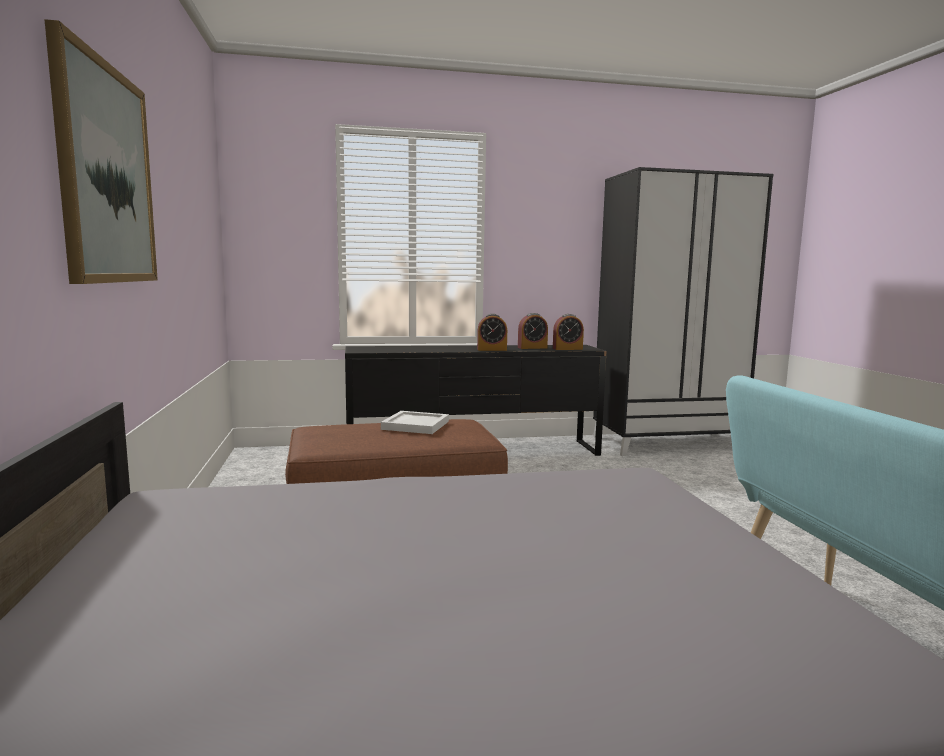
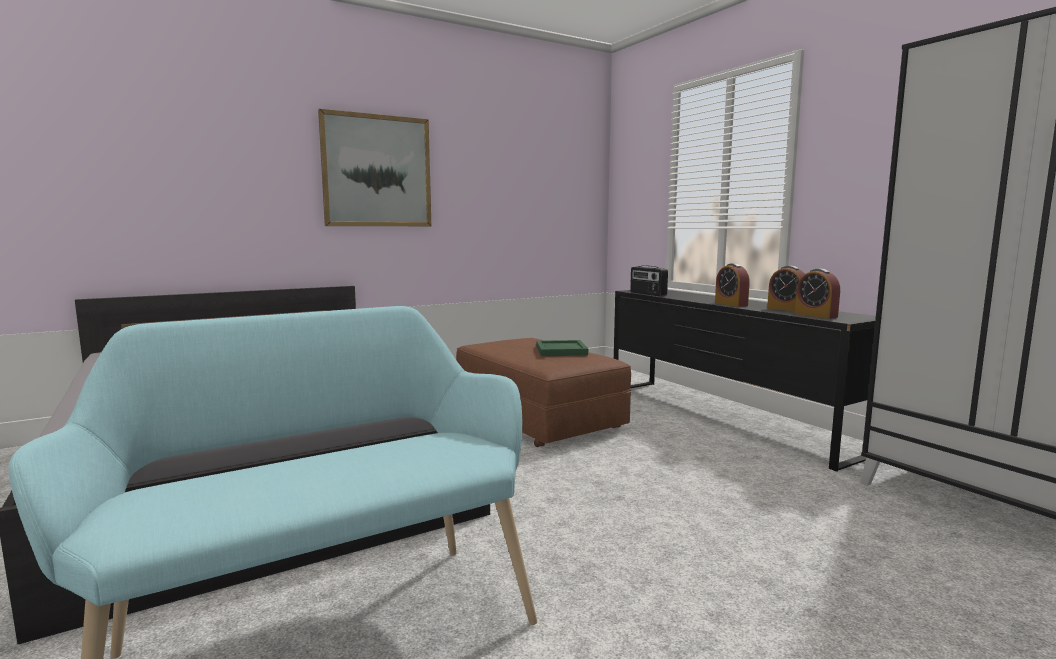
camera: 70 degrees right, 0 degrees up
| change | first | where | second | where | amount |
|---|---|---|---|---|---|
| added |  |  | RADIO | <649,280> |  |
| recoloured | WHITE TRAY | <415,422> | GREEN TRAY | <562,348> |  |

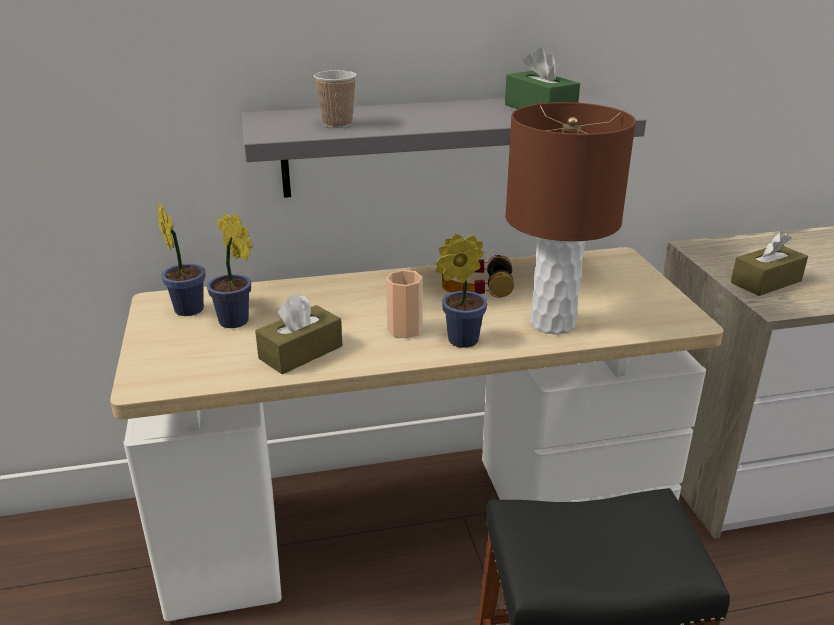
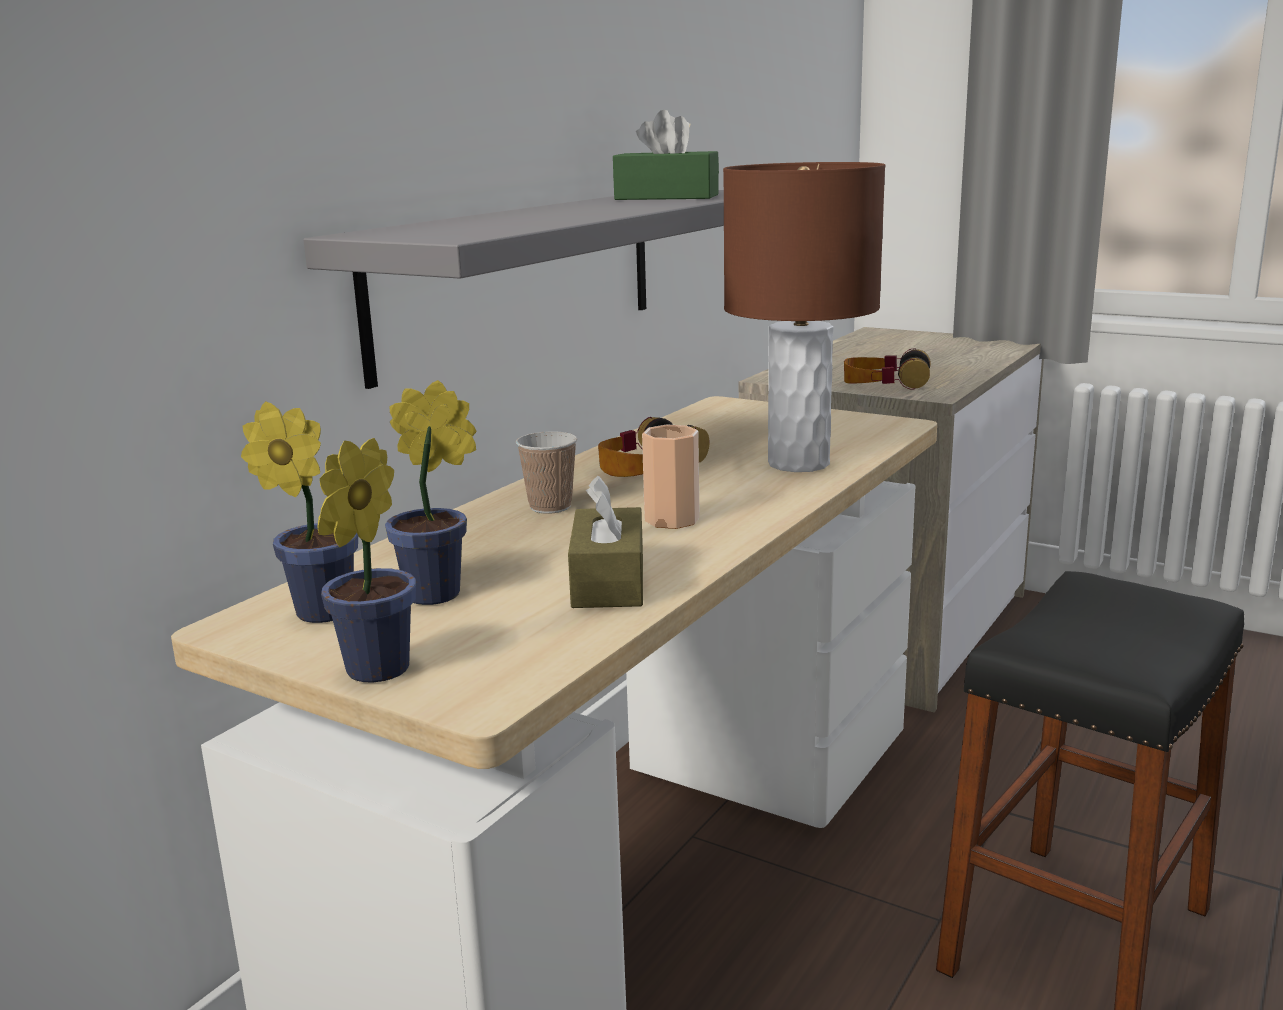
camera: 45 degrees left, 10 degrees down
| change | first | where | second | where | amount |
|---|---|---|---|---|---|
| moved | CUP | <335,99> |  | <547,472> |  |
| moved | POTTED PLANT | <462,291> |  | <366,560> |  |
| replaced | BROWN TISSUE BOX | <769,264> | HEADPHONES | <887,369> |  |

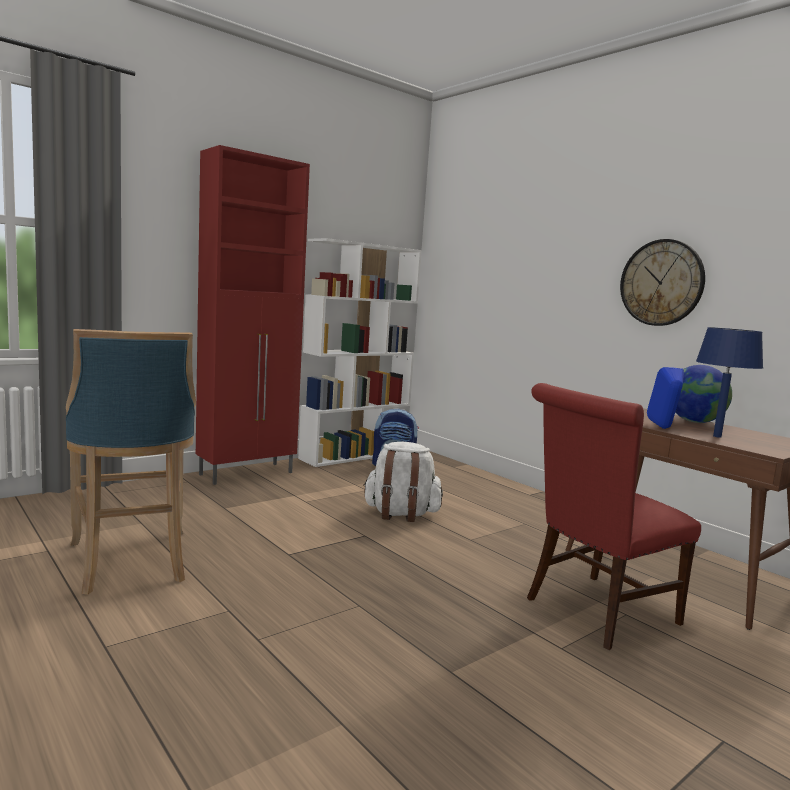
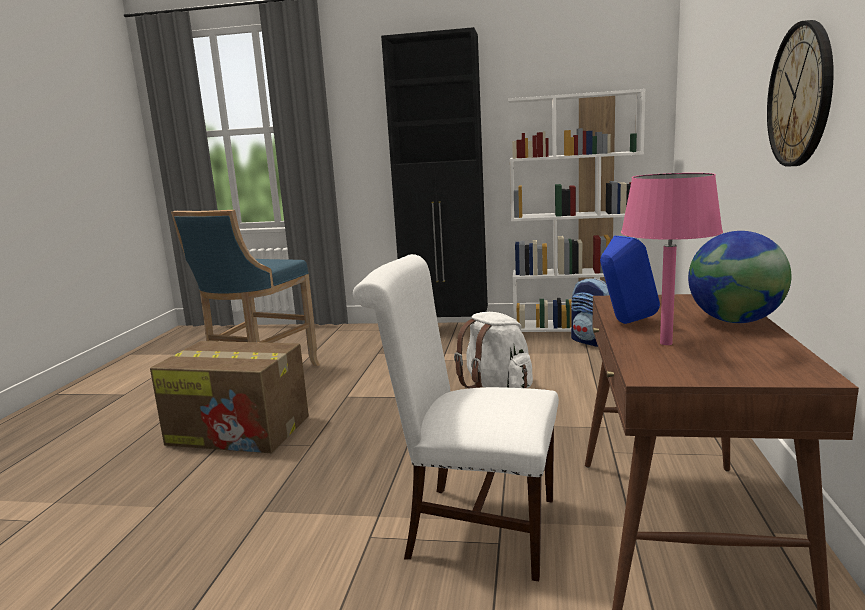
camera: 50 degrees right, 5 degrees up
| change | first | where | second | where | amount |
|---|---|---|---|---|---|
| added |  |  | CARDBOARD BOX | <229,397> |  |
| recoloured | RED CABINET | <253,315> | BLACK CABINET | <434,172> |  |
| recoloured | RED CHAIR | <614,516> | WHITE CHAIR | <456,417> |  |
| recoloured | BLUE TABLE LAMP | <729,382> | PINK TABLE LAMP | <672,259> |  |

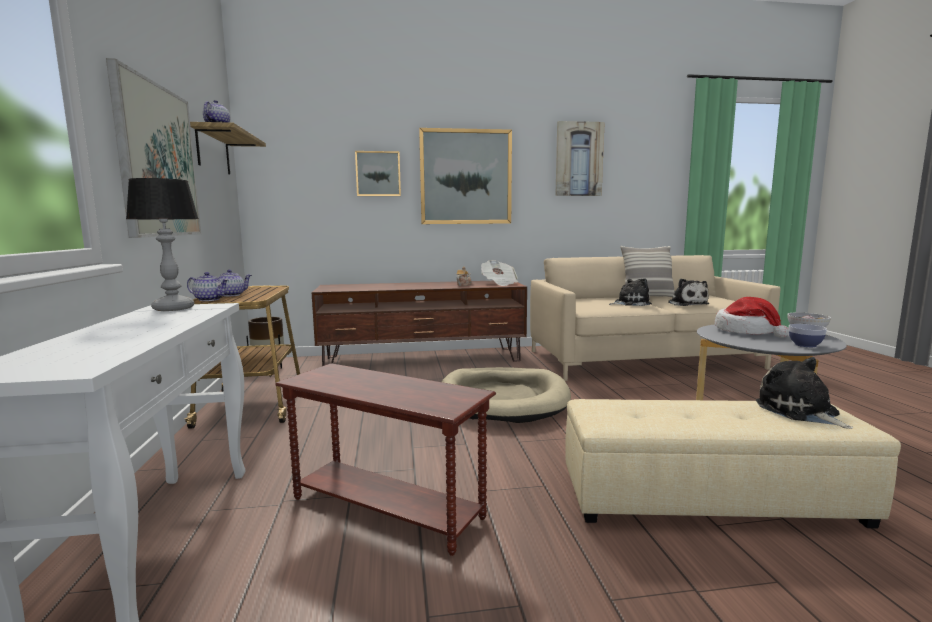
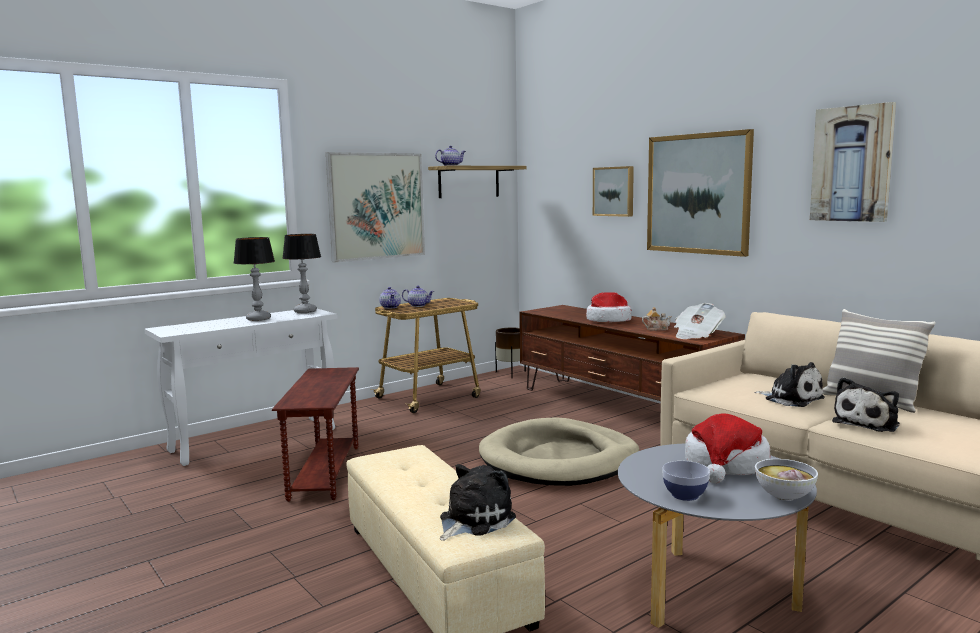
camera: 60 degrees right, 0 degrees up
| change | first | where | second | where | amount |
|---|---|---|---|---|---|
| added |  |  | TABLE LAMP | <254,279> |  |
| added |  |  | HAT | <609,307> |  |

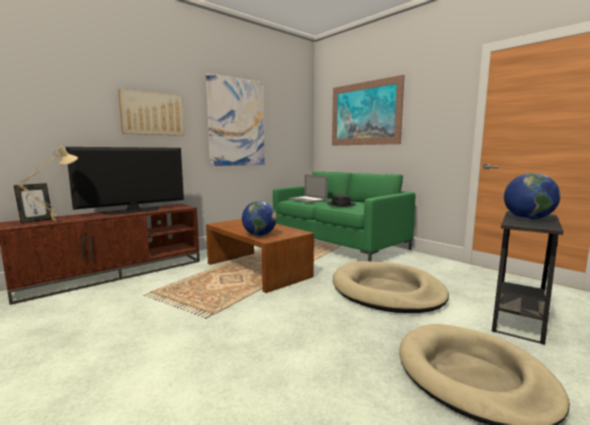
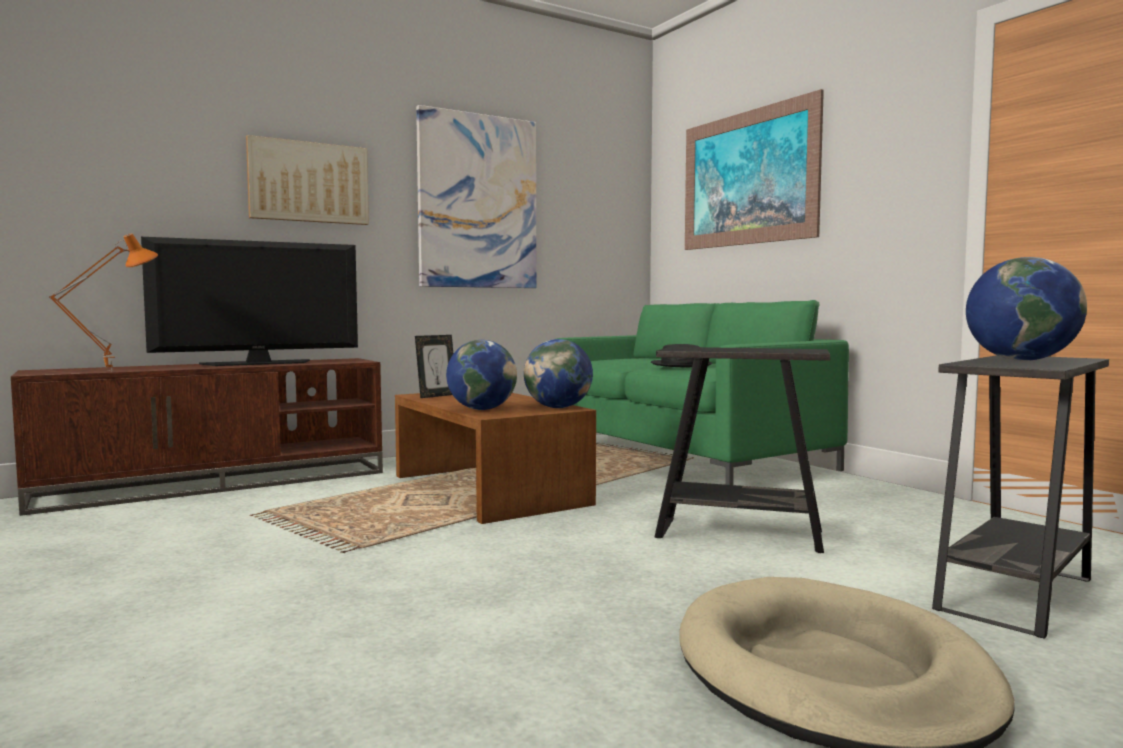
camera: 10 degrees right, 5 degrees down
| change | first | where | second | where | amount |
|---|---|---|---|---|---|
| removed | LAPTOP | <307,189> |  |  |  |
| added |  |  | GLOBE | <558,373> |  |
| moved | PICTURE FRAME | <32,203> |  | <434,366> |  |
| replaced | BEIGE DOG BED | <391,287> | BLACK SIDE TABLE | <742,450> |  |
| recoloured | BEIGE TABLE LAMP | <47,183> | ORANGE TABLE LAMP | <103,302> |  |

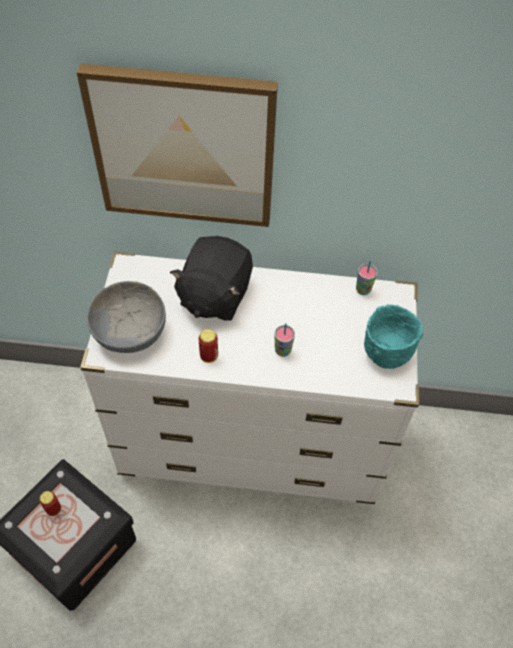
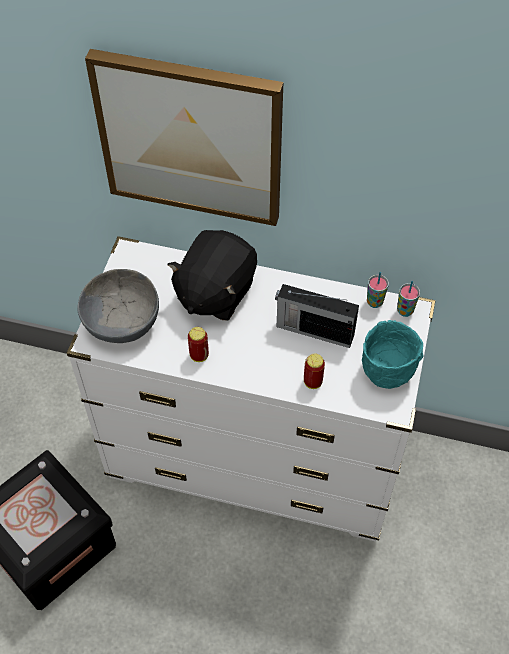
camera: 10 degrees right, 0 degrees up
| change | first | where | second | where | amount |
|---|---|---|---|---|---|
| added |  |  | RADIO | <317,316> |  |
| moved | CAN | <50,503> |  | <314,371> |  |
| moved | CUP | <284,340> |  | <408,299> |  |

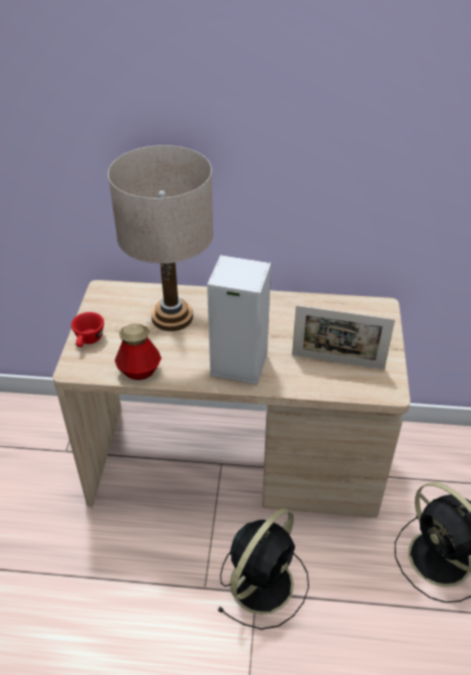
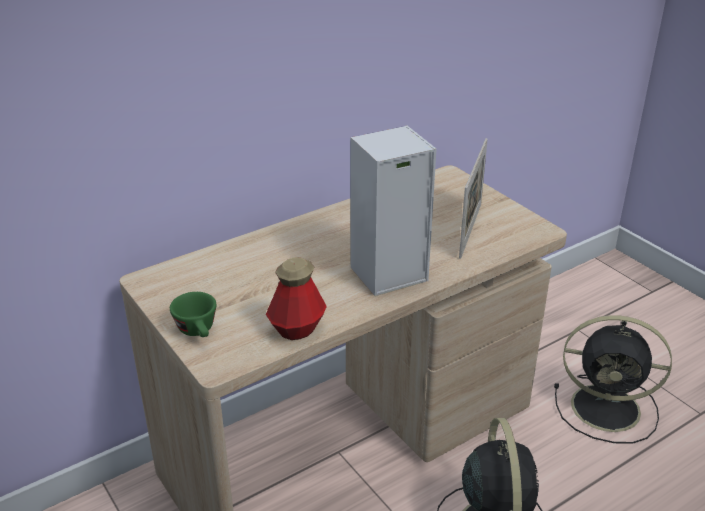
camera: 40 degrees left, 10 degrees down
| change | first | where | second | where | amount |
|---|---|---|---|---|---|
| removed | BEIGE TABLE LAMP | <161,238> |  |  |  |
| recoloured | RED CUP | <87,329> | GREEN CUP | <193,314> |  |
| turned | PICTURE FRAME | <343,337> |  | <473,198> | 45 degrees counterclockwise |

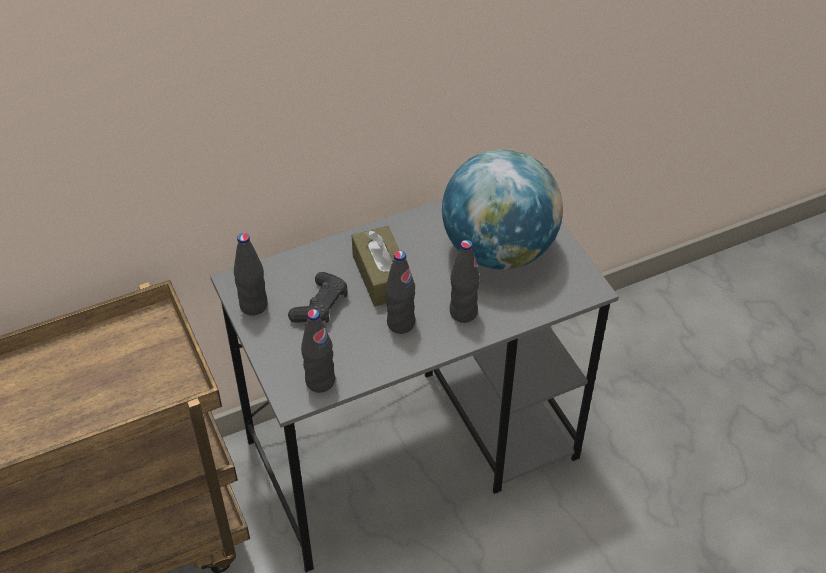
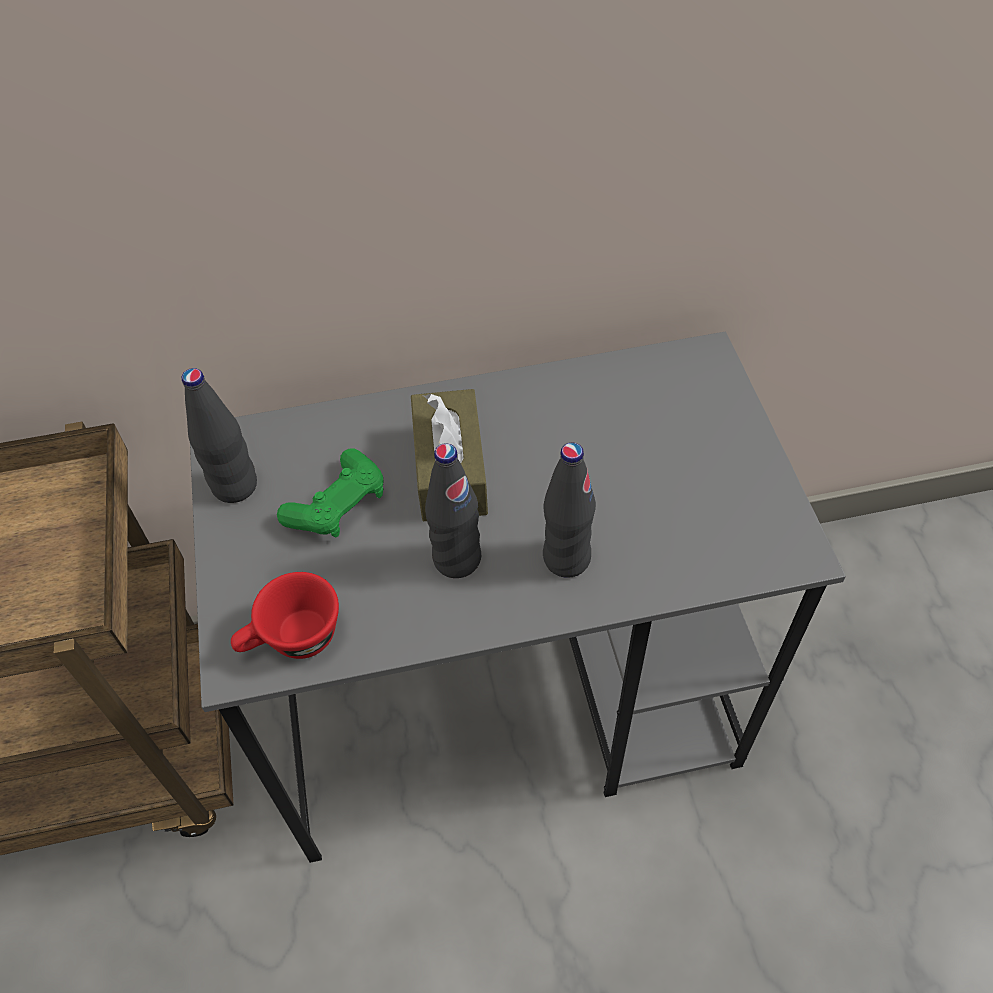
camera: 15 degrees right, 5 degrees up
| change | first | where | second | where | amount |
|---|---|---|---|---|---|
| removed | GLOBE | <502,209> |  |  |  |
| replaced | BLACK BOTTLE | <318,350> | RED CUP | <285,615> |  |
| recoloured | BLACK GAME CONTROLLER | <318,297> | GREEN GAME CONTROLLER | <330,493> |  |

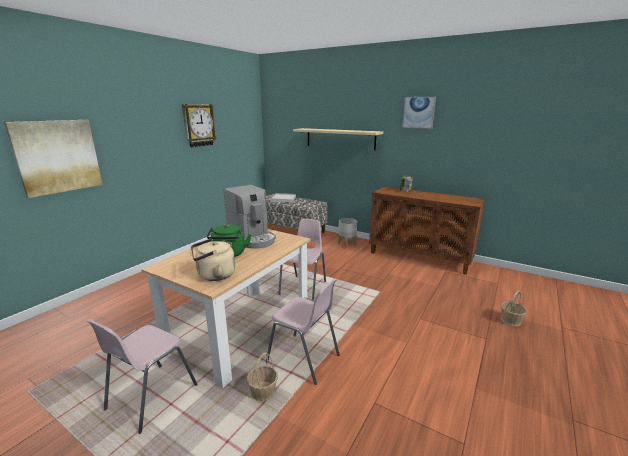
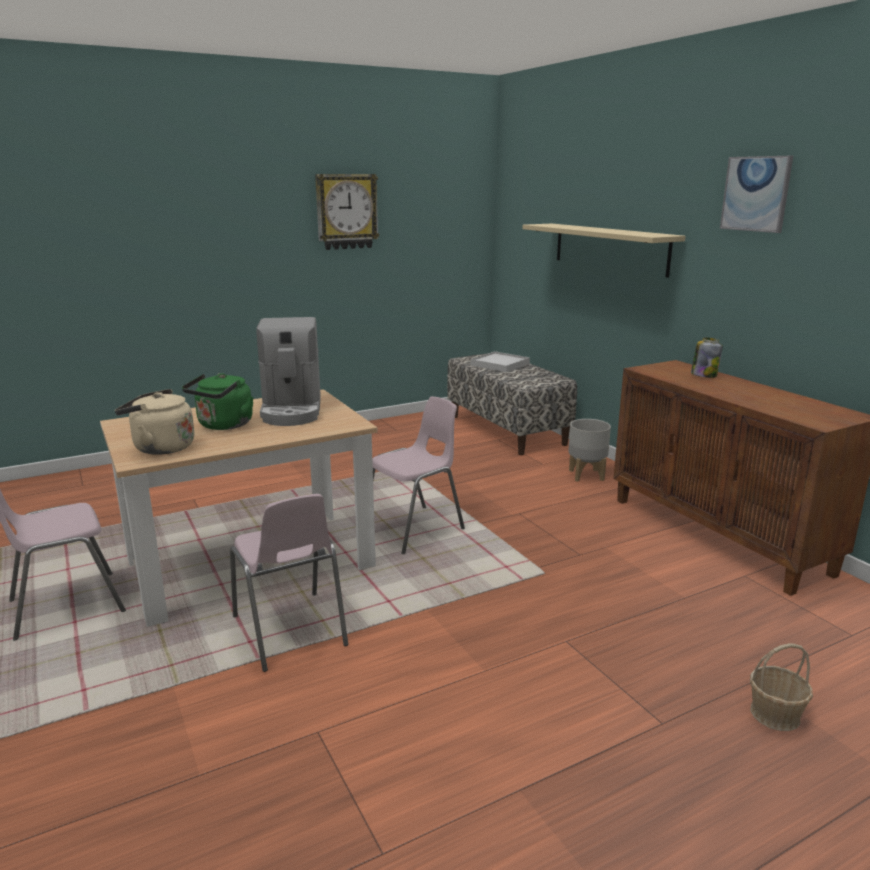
camera: 30 degrees right, 0 degrees up
| change | first | where | second | where | amount |
|---|---|---|---|---|---|
| removed | PICTURE | <53,159> |  |  |  |
| removed | BASKET | <262,376> |  |  |  |

